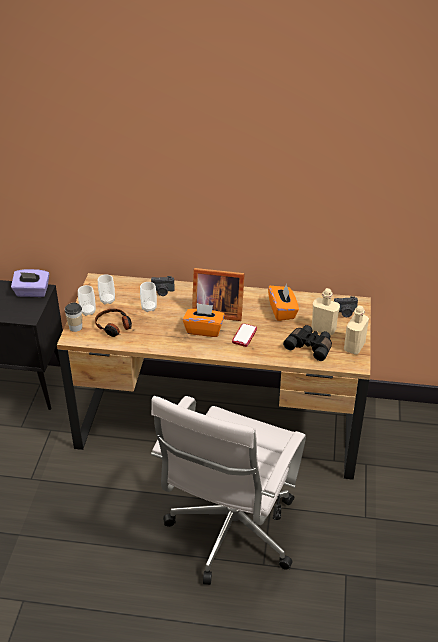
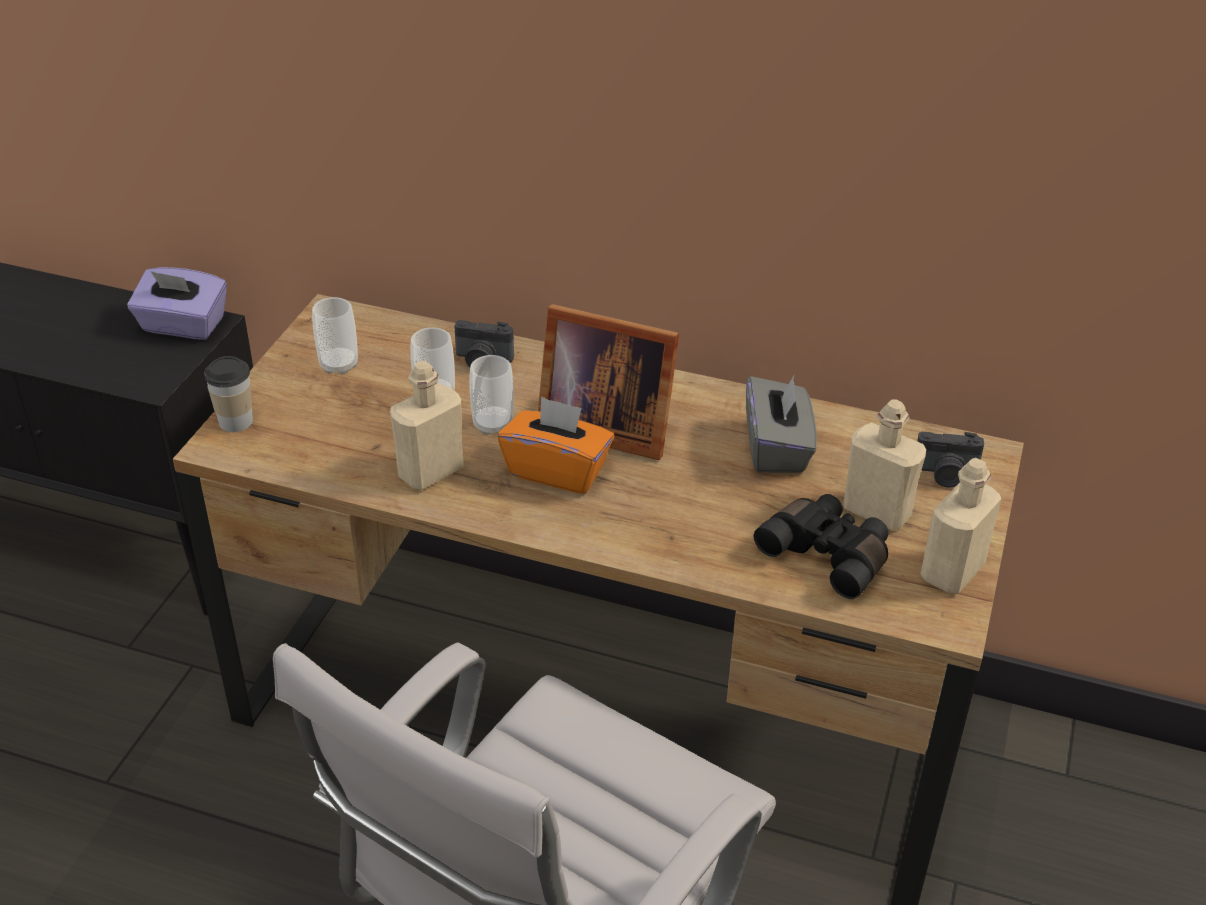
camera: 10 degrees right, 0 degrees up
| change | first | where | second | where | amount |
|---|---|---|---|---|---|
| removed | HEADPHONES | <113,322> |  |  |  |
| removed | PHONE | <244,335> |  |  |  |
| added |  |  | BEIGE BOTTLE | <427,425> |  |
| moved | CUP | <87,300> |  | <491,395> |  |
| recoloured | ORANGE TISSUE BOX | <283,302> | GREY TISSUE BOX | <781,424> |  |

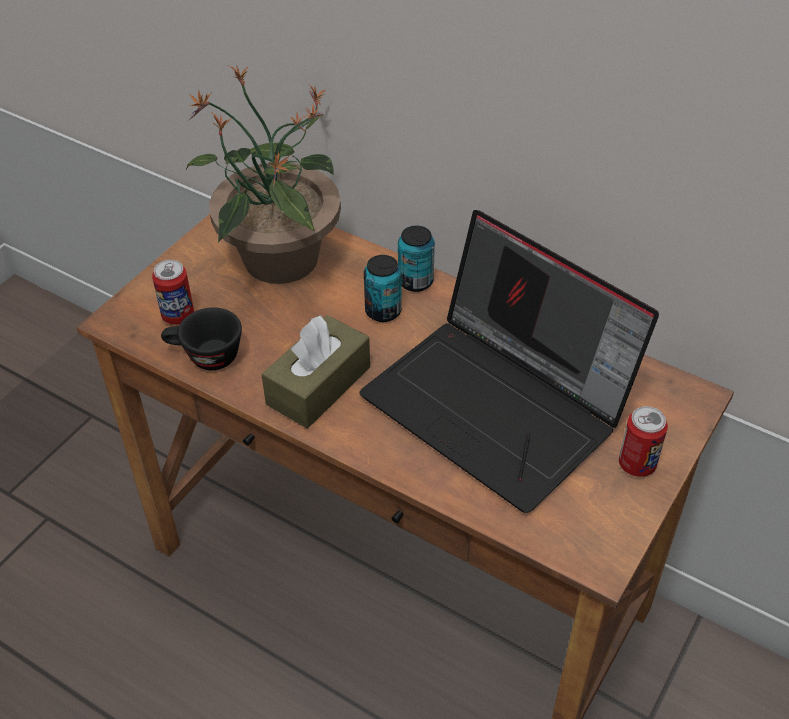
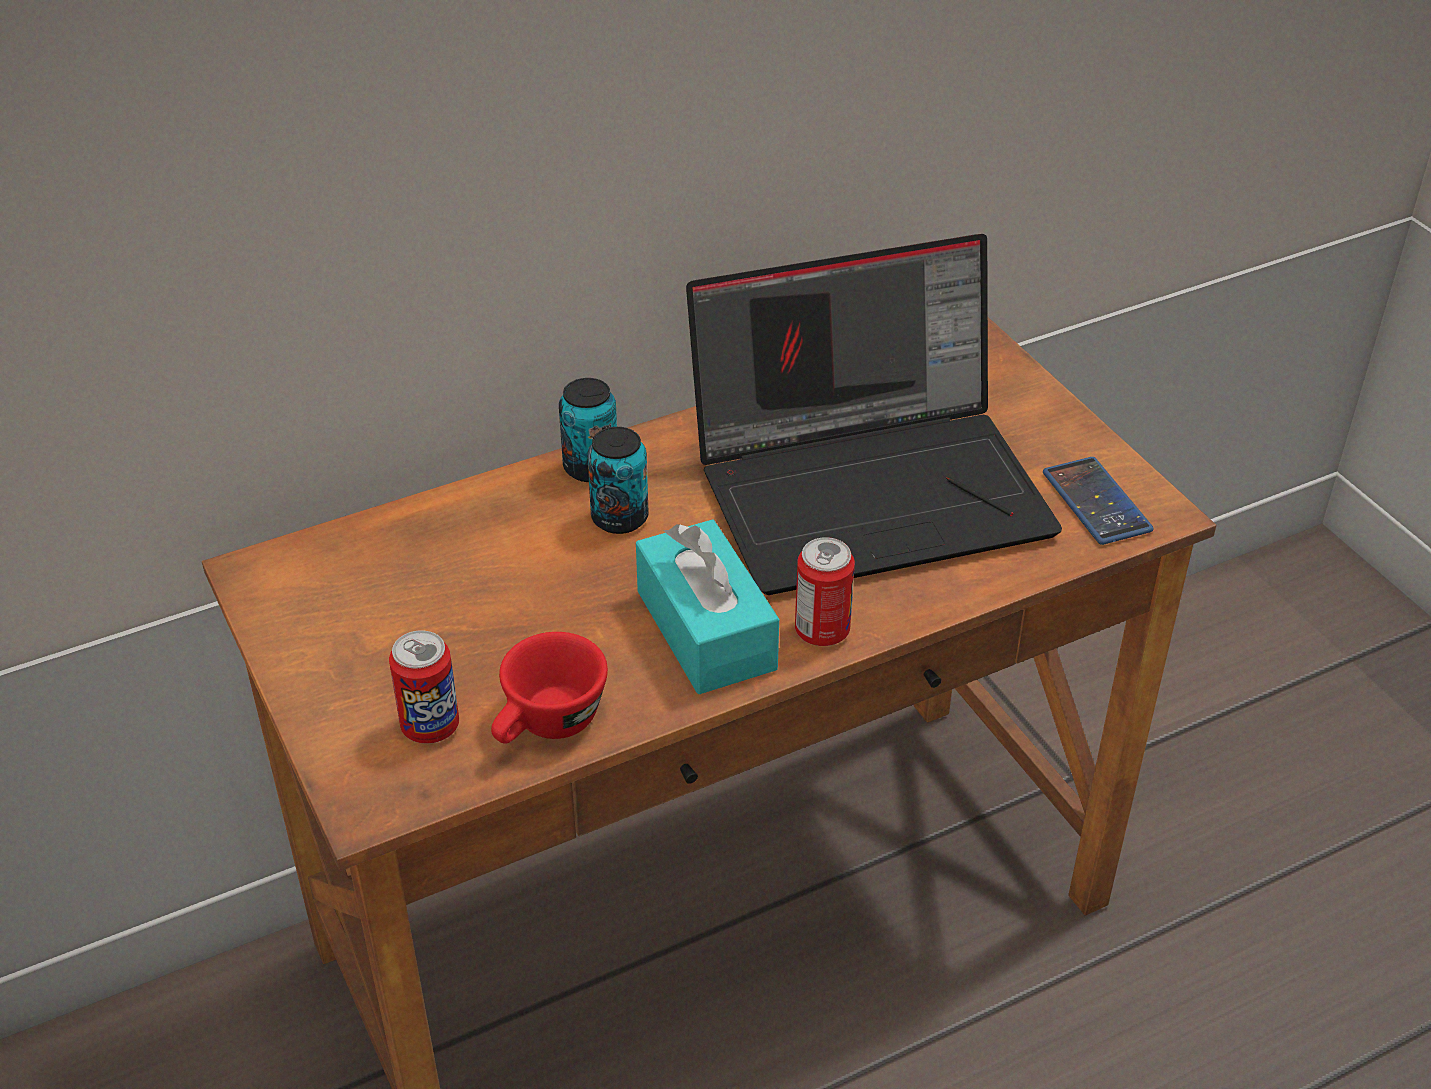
camera: 60 degrees left, 5 degrees down
| change | first | where | second | where | amount |
|---|---|---|---|---|---|
| removed | POTTED PLANT | <263,174> |  |  |  |
| added |  |  | PHONE | <1098,501> |  |
| moved | CAN | <643,441> |  | <825,591> |  |
| recoloured | BLACK CUP | <201,338> | RED CUP | <549,688> |  |
| recoloured | BROWN TISSUE BOX | <315,371> | TURQUOISE TISSUE BOX | <707,606> |  |

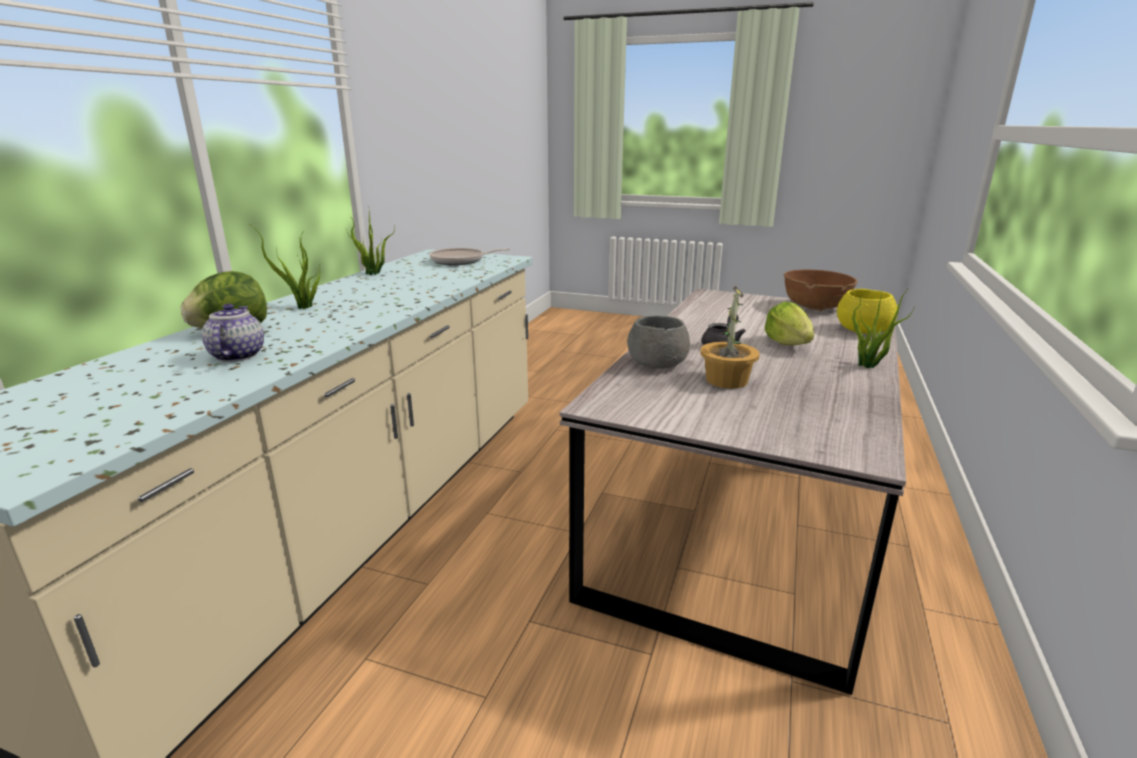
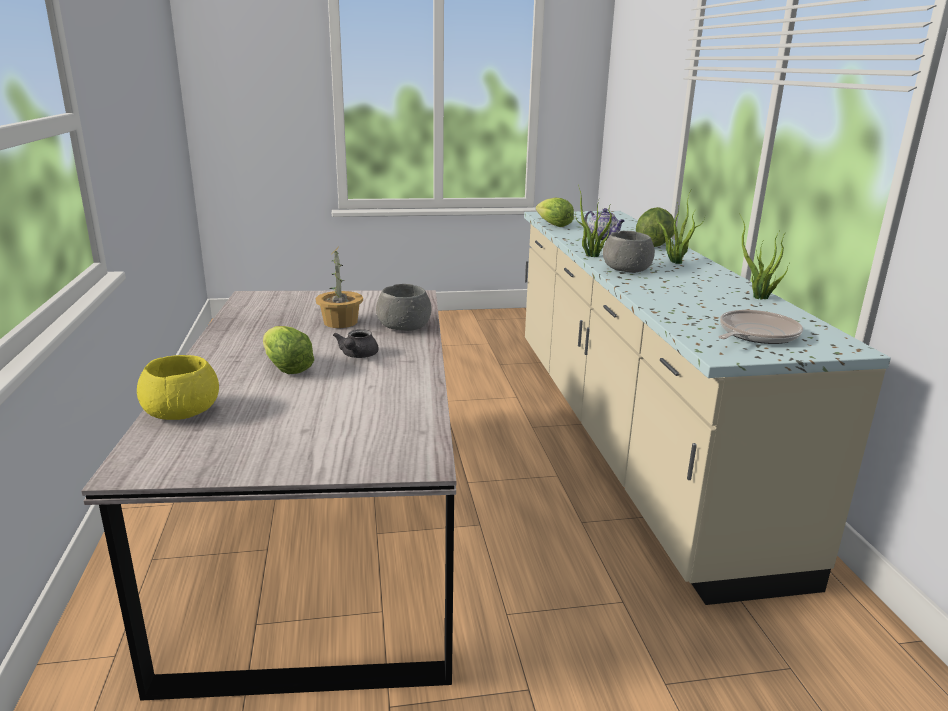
camera: 150 degrees right, 0 degrees up
| change | first | where | second | where | amount |
|---|---|---|---|---|---|
| removed | BROWN BOWL | <820,290> |  |  |  |
| added |  |  | LETTUCE | <555,212> |  |
| added |  |  | GREY BOWL | <629,252> |  |
| moved | POTTED PLANT | <883,328> |  | <593,221> |  |

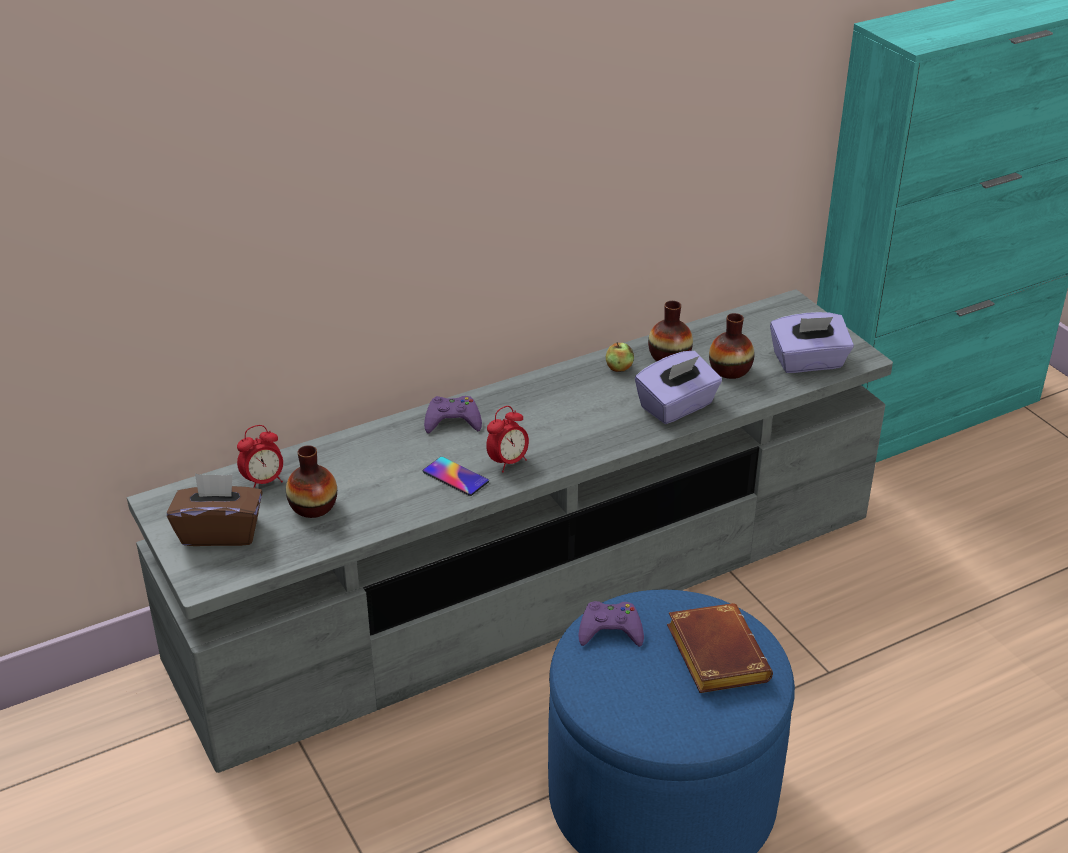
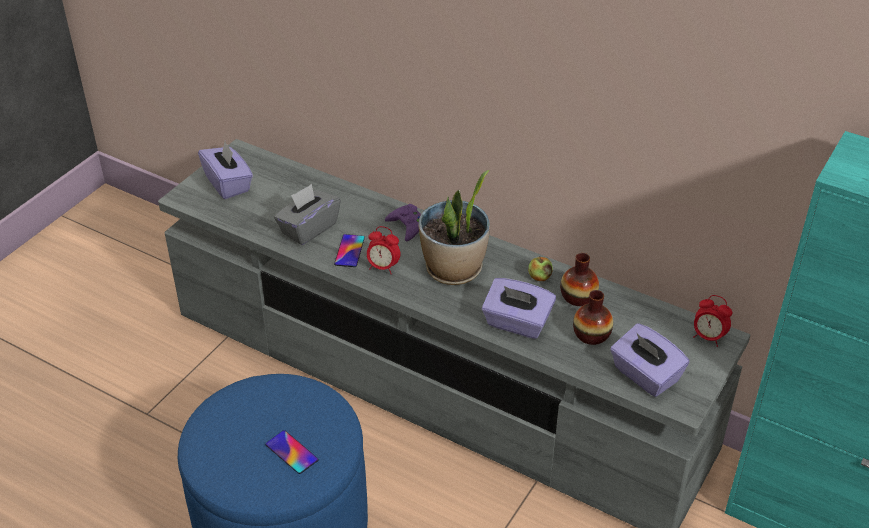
camera: 60 degrees right, 5 degrees up
| change | first | where | second | where | amount |
|---|---|---|---|---|---|
| removed | VASE | <311,481> |  |  |  |
| removed | PURPLE GAME CONTROLLER | <611,624> |  |  |  |
| added |  |  | GREY TISSUE BOX | <307,214> |  |
| added |  |  | POTTED PLANT | <454,227> |  |
| moved | ALARM CLOCK | <260,456> |  | <712,321> |  |
| replaced | BROWN BOOK | <720,648> | PHONE | <292,452> |  |
| recoloured | BROWN TISSUE BOX | <215,509> | PURPLE TISSUE BOX | <225,170> |  |

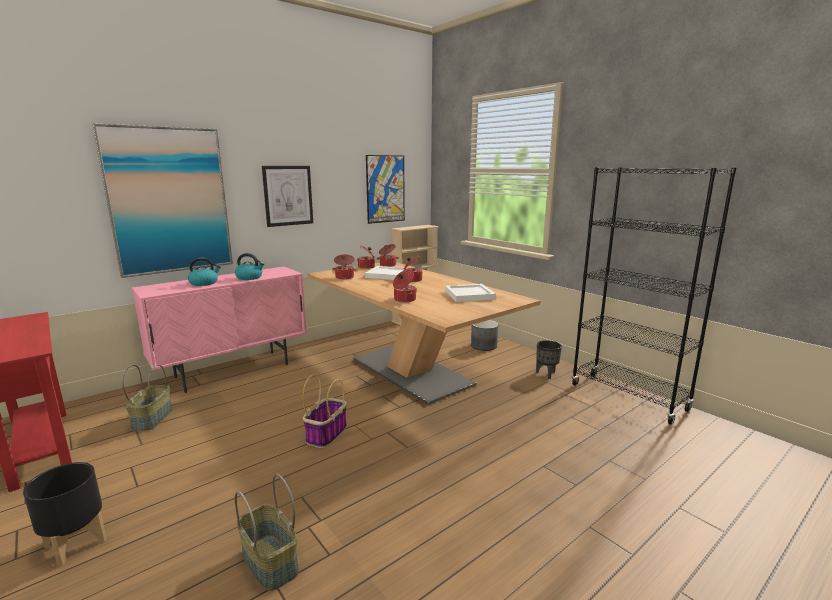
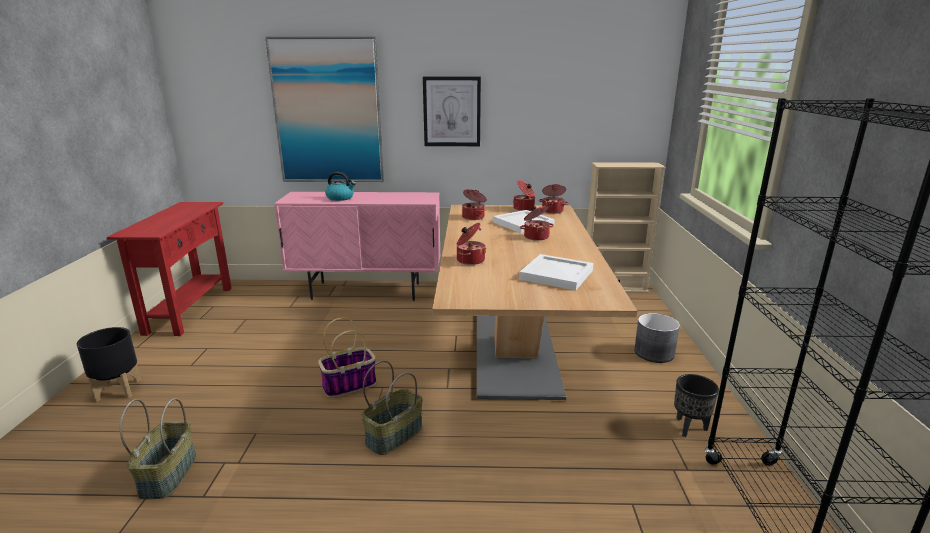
camera: 40 degrees right, 5 degrees up
| change | first | where | second | where | amount |
|---|---|---|---|---|---|
| removed | KETTLE | <249,266> |  |  |  |
| removed | PICTURE | <385,189> |  |  |  |
| moved | BASKET | <147,397> |  | <392,407> |  |

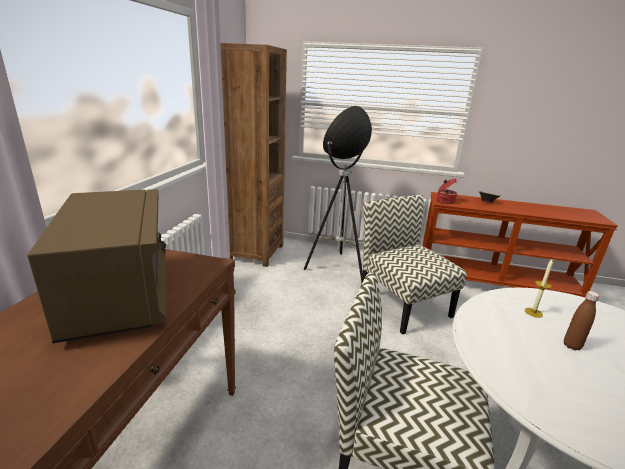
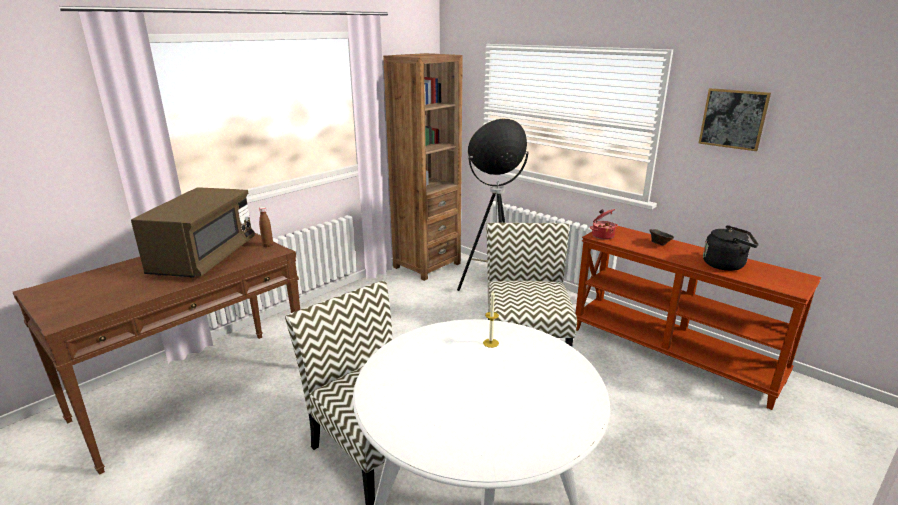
camera: 30 degrees right, 0 degrees up
| change | first | where | second | where | amount |
|---|---|---|---|---|---|
| added |  |  | PICTURE | <735,119> |  |
| added |  |  | BLACK KETTLE | <731,248> |  |
| moved | BROWN BOTTLE | <582,320> |  | <266,227> |  |

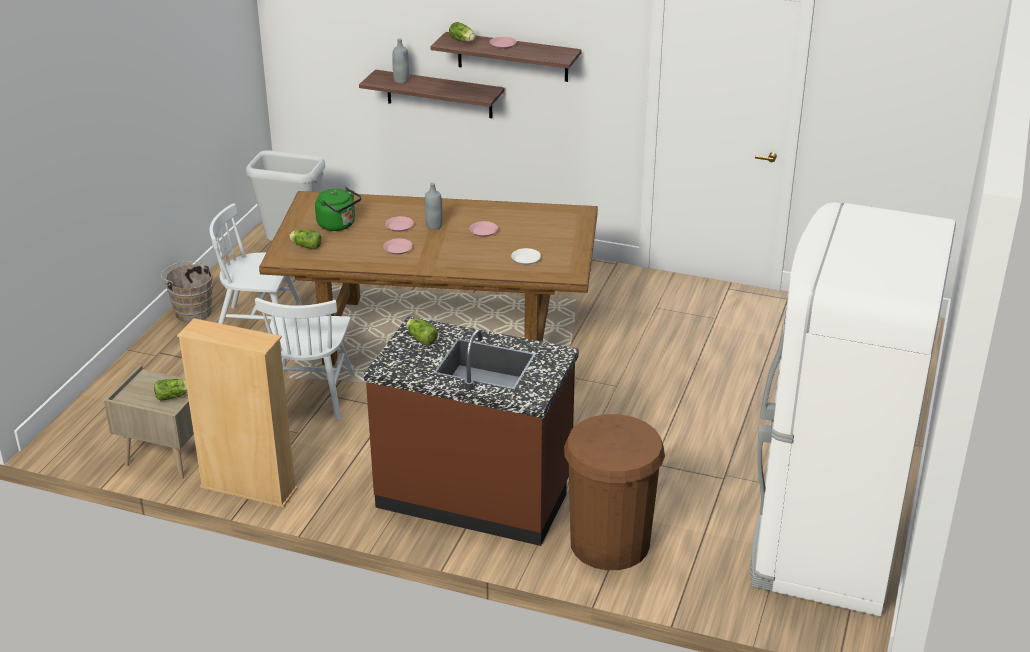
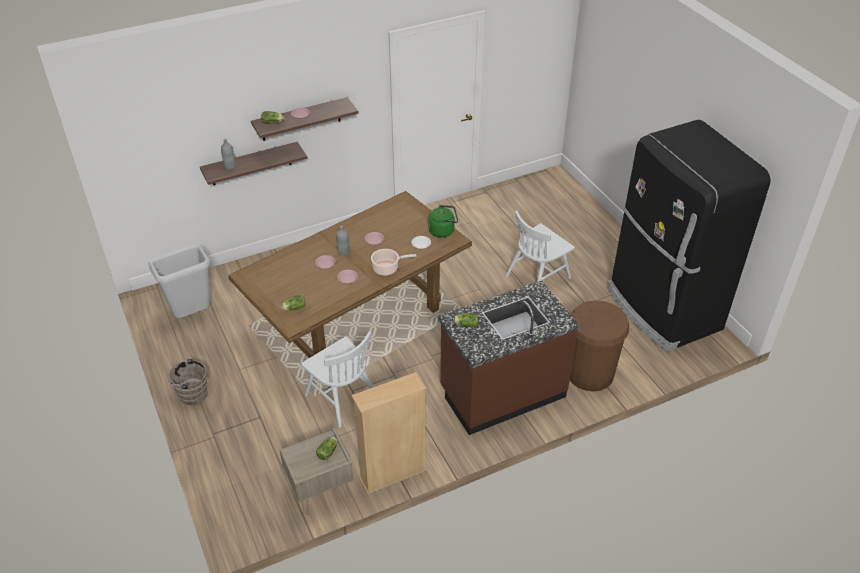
camera: 45 degrees left, 10 degrees up
| change | first | where | second | where | amount |
|---|---|---|---|---|---|
| added |  |  | COOKING POT | <393,262> |  |
| moved | WHITE CHAIR | <255,263> |  | <540,246> |  |
| moved | GREEN KETTLE | <338,209> |  | <443,221> |  |
| recoloured | WHITE FRIDGE | <853,409> | BLACK FRIDGE | <689,236> |  |

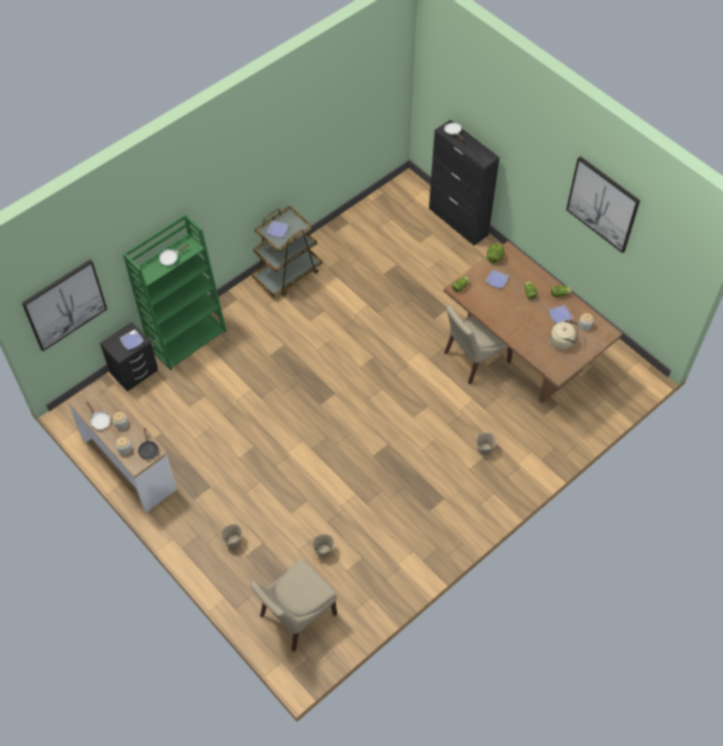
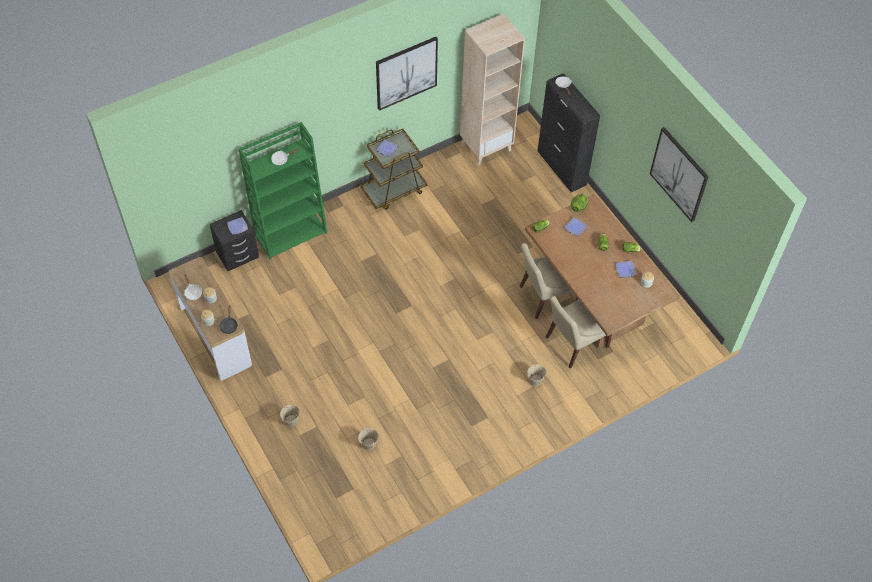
camera: 10 degrees right, 0 degrees up
| change | first | where | second | where | amount |
|---|---|---|---|---|---|
| removed | BEIGE KETTLE | <564,334> |  |  |  |
| added |  |  | BEIGE BOOKCASE | <492,90> |  |
| moved | PICTURE | <64,305> |  | <407,74> |  |
| moved | BEIGE CHAIR | <293,605> |  | <579,332> |  |

